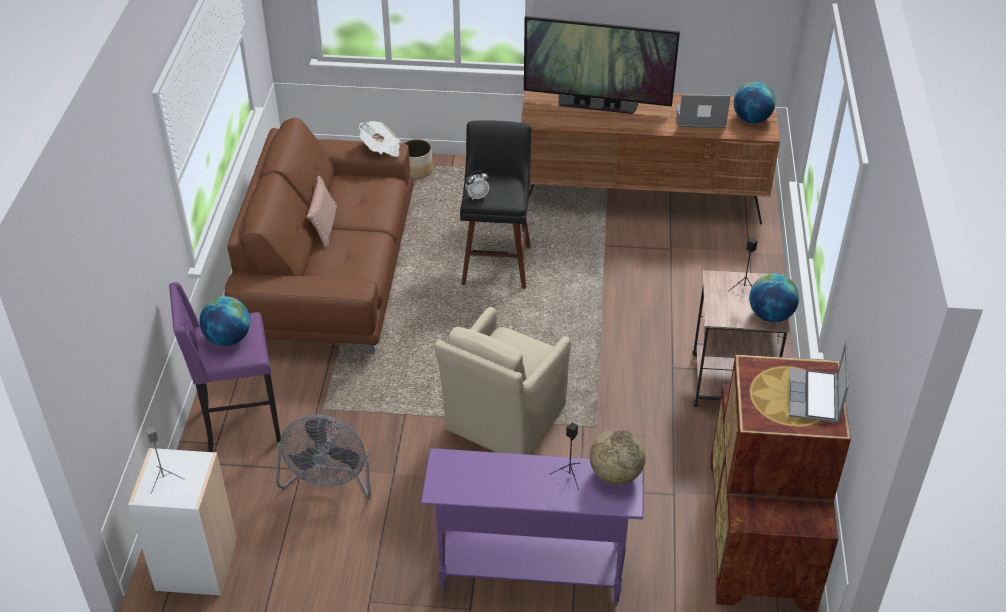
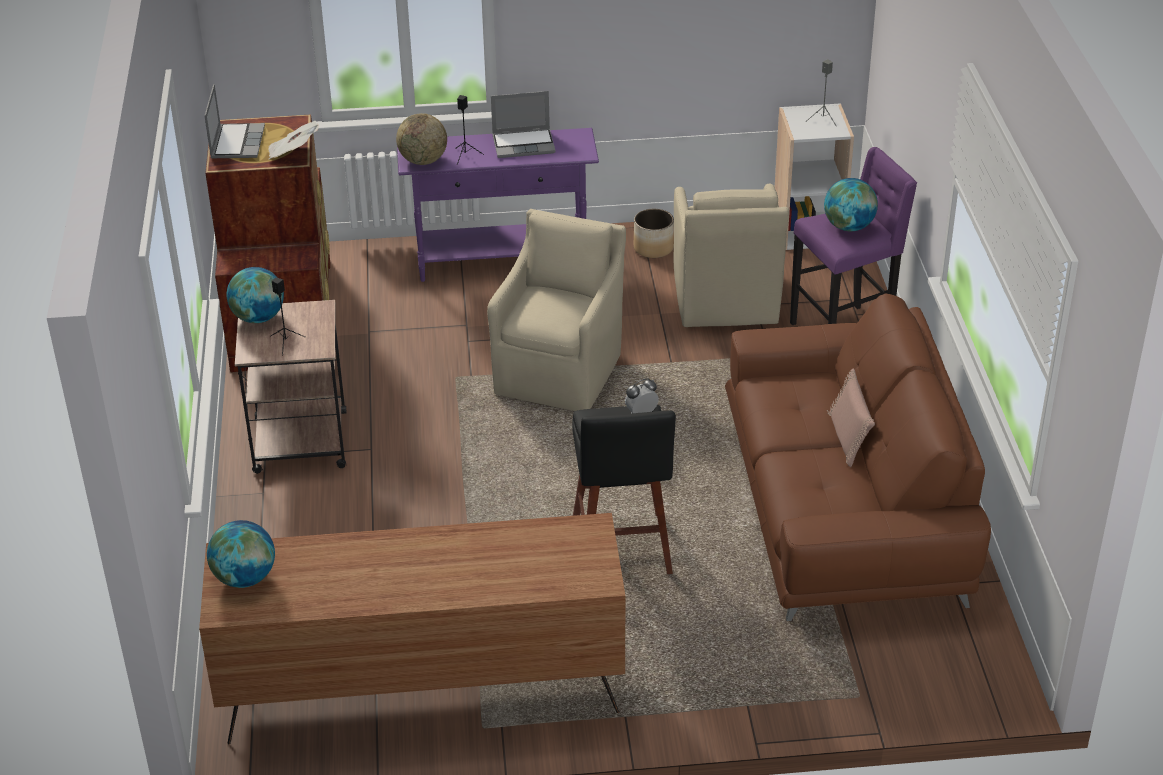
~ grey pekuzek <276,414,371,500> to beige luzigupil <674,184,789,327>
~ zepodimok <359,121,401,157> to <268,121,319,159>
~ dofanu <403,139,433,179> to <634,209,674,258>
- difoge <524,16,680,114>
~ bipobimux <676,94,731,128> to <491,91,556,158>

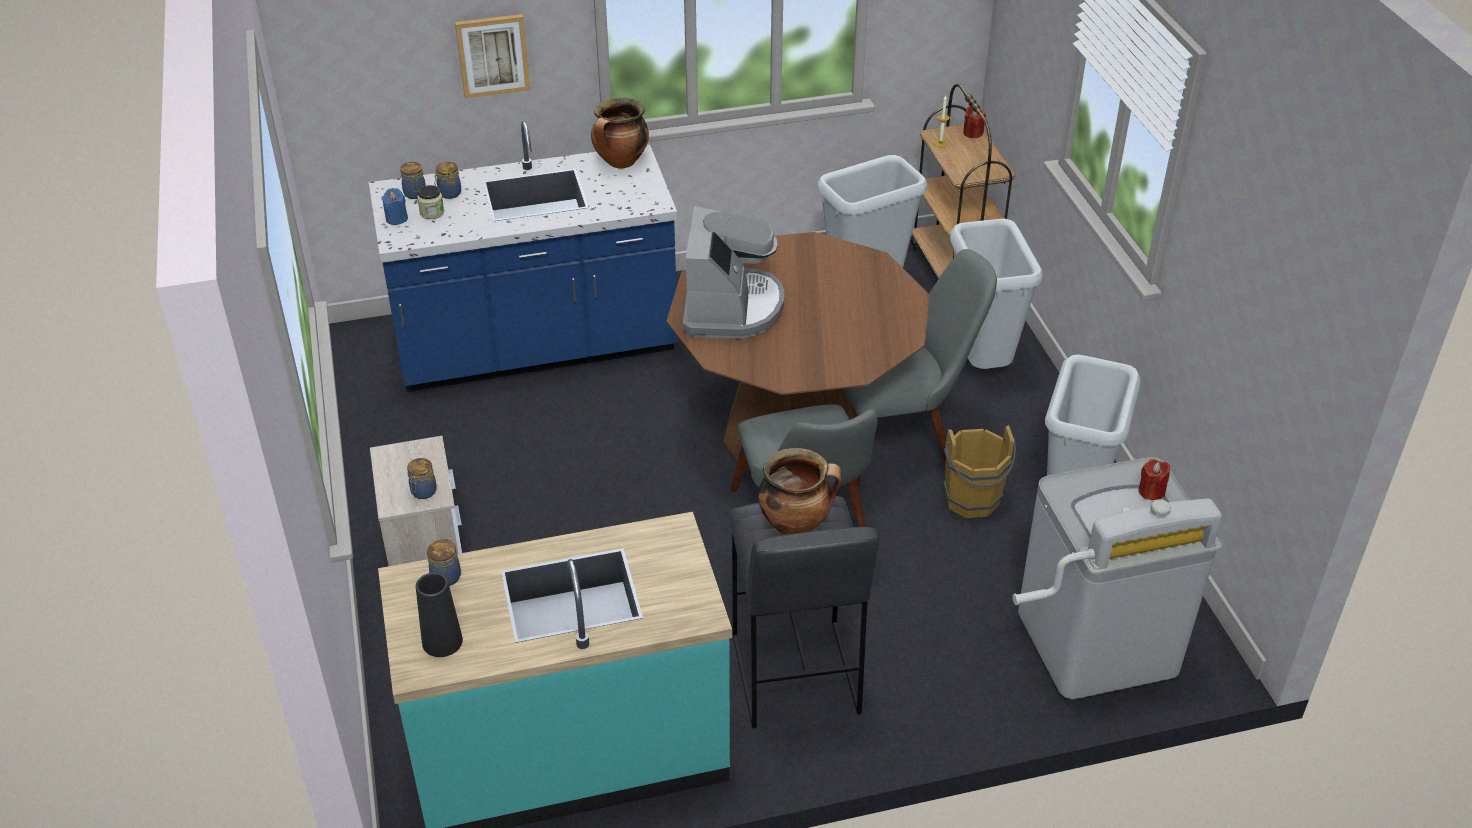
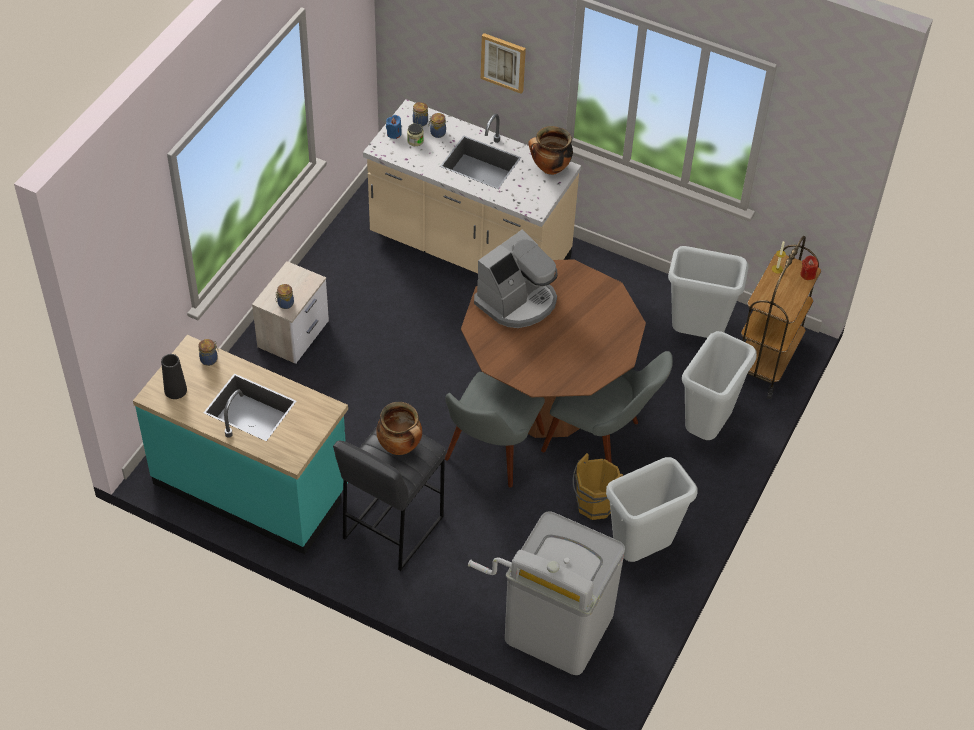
~ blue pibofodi <369,121,678,392> to beige pibofodi <363,99,581,273>
- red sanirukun <1138,459,1170,500>

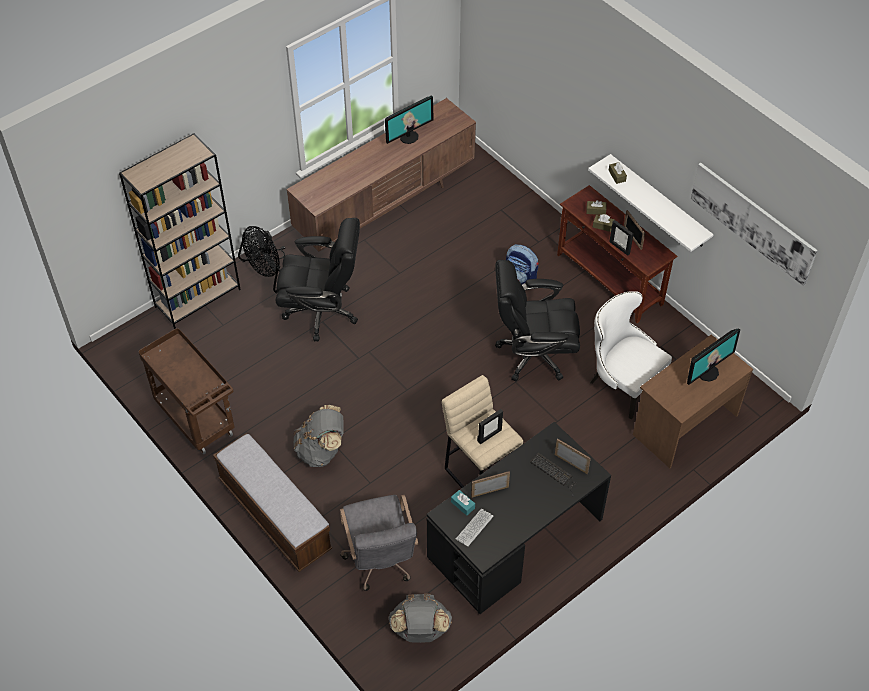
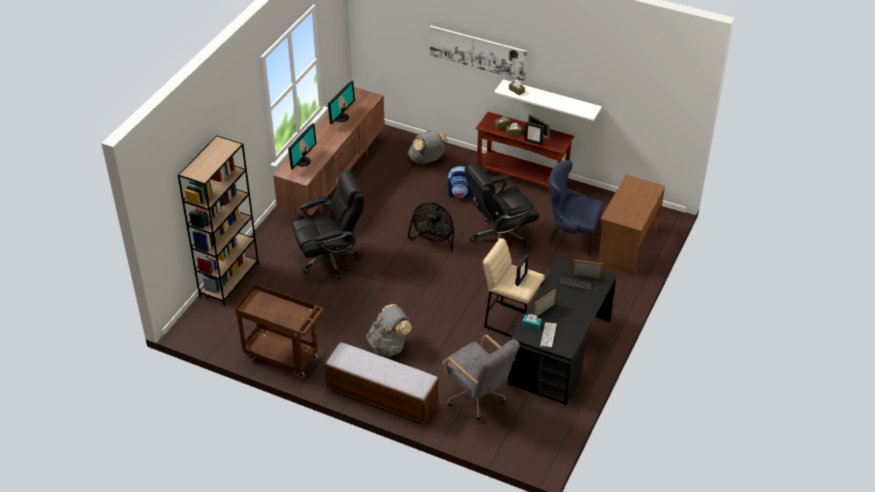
~ black pekuzek <238,226,286,293> to <408,202,455,252>
~ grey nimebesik <389,593,452,643> to <408,130,448,164>
~ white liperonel <590,291,672,419> to blue liperonel <549,160,603,255>
~ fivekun <687,328,740,385> to <288,123,317,170>
~ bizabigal <691,163,817,286> to <430,26,527,81>

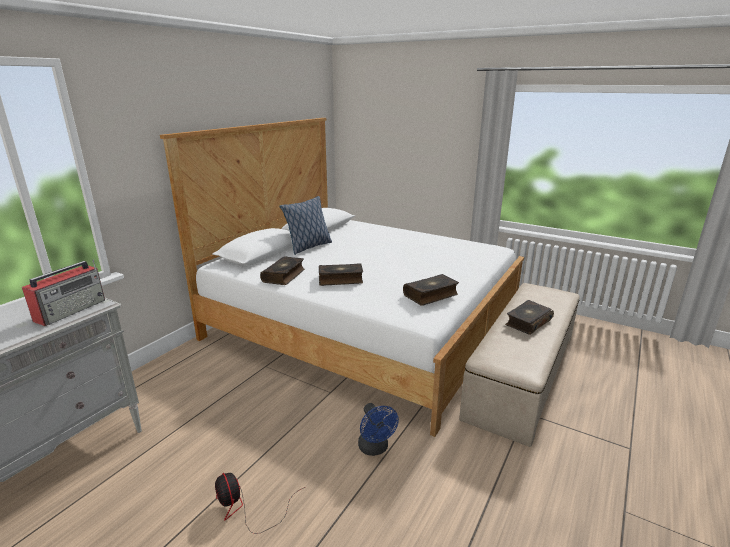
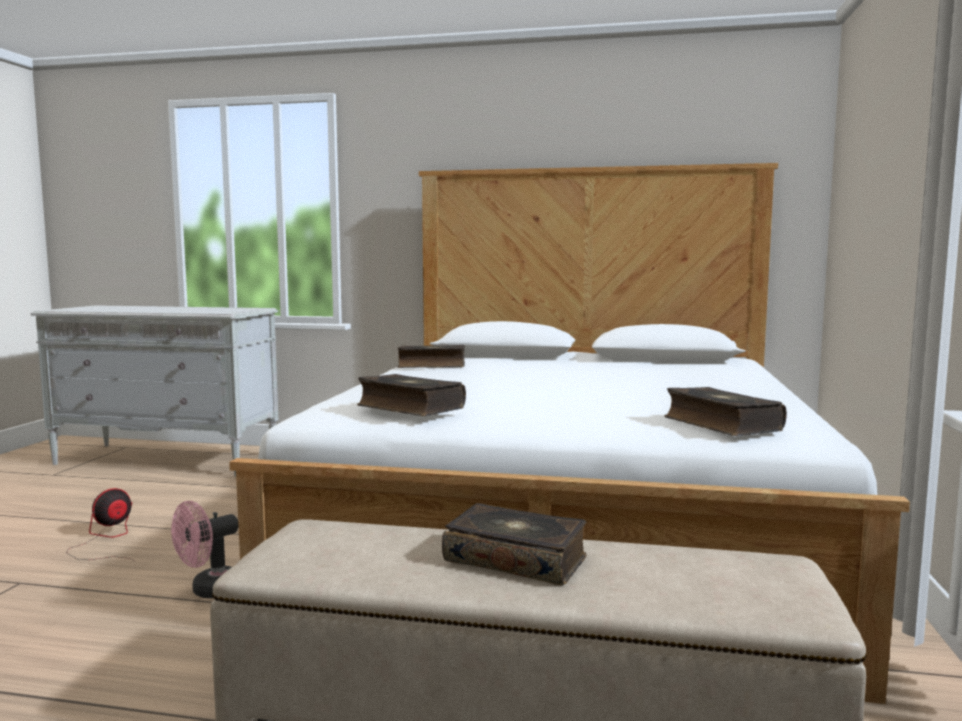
- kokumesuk <22,260,105,326>
- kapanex <280,196,332,255>
~ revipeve <319,263,363,286> to <665,387,787,436>
~ blue pekuzek <358,403,399,456> to pink pekuzek <171,501,239,598>

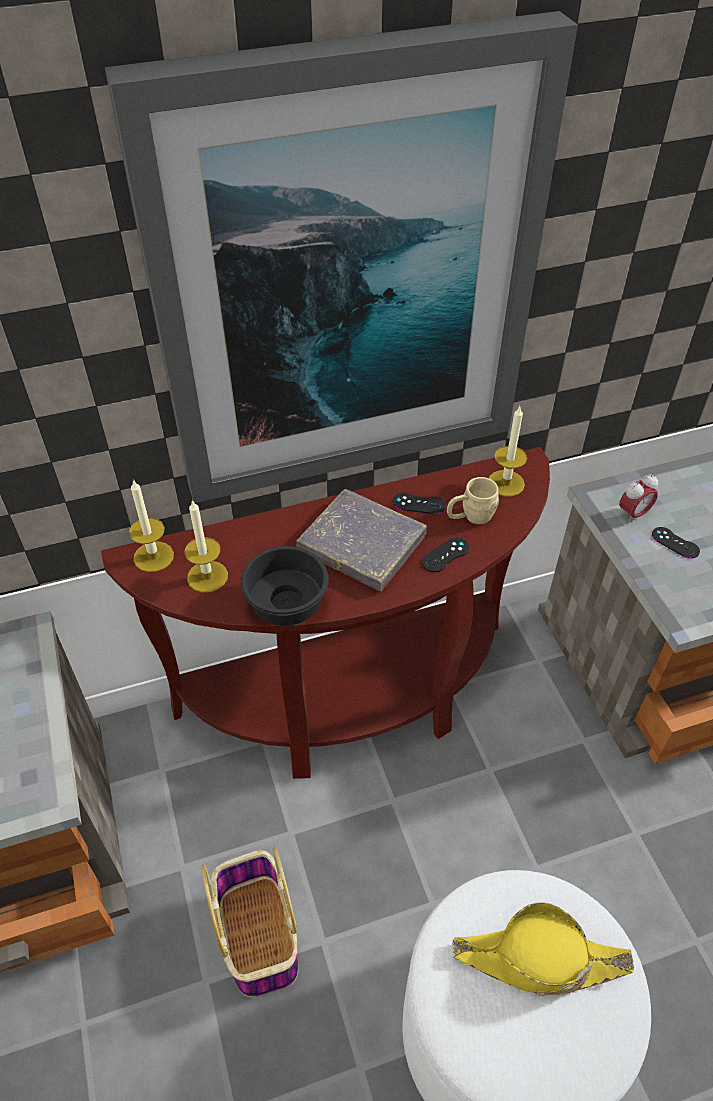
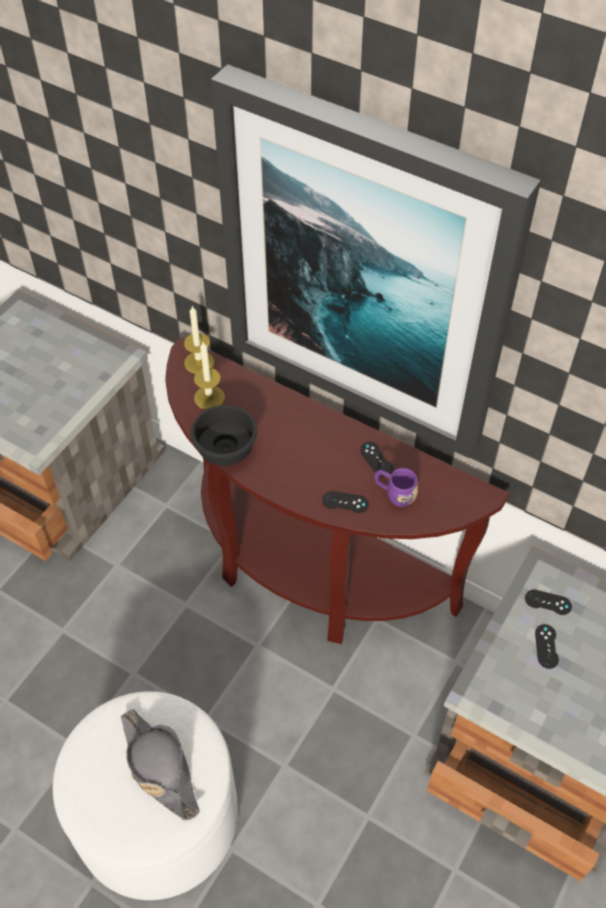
- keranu <202,846,298,998>
- grey revipeve <296,489,427,591>
~ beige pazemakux <447,477,499,524> to purple pazemakux <375,468,418,507>
~ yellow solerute <453,902,634,996> to grey solerute <121,709,200,820>
- sanirukun <489,406,527,497>
~ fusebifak <619,474,658,523> to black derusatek <525,589,572,615>

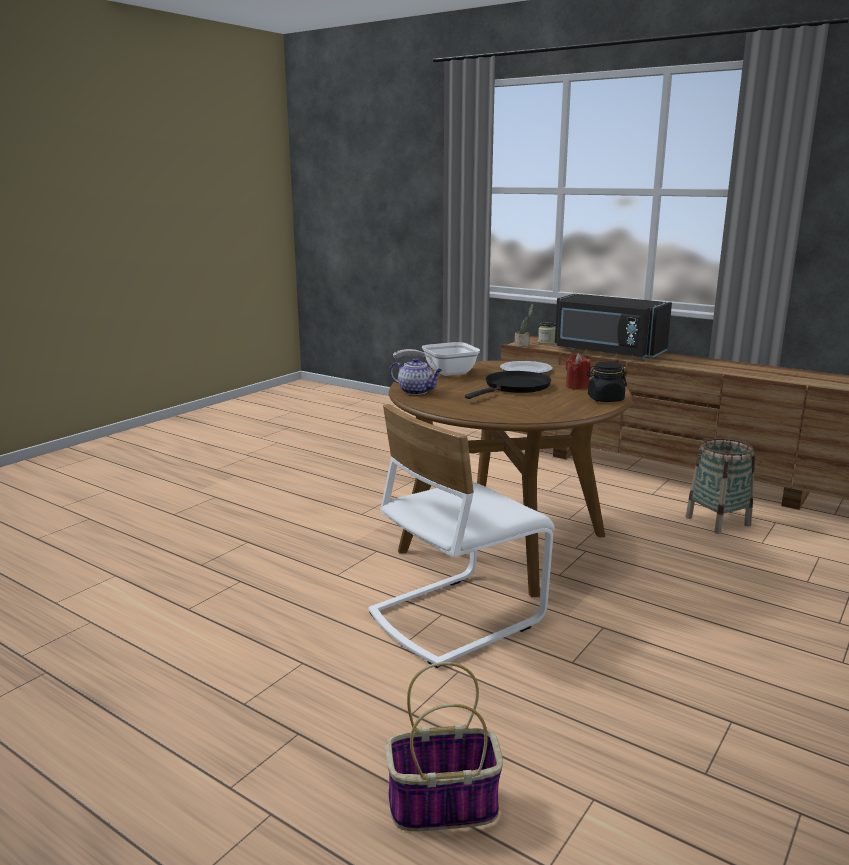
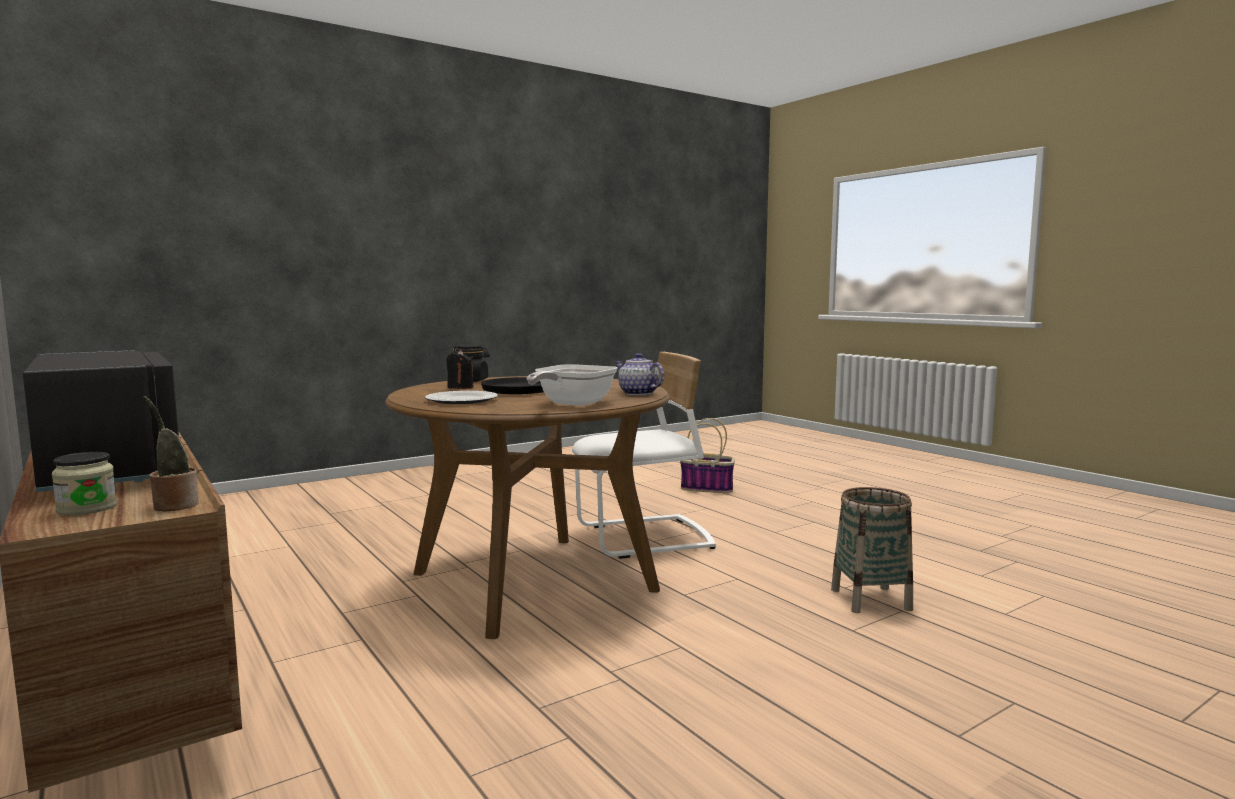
~ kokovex <393,342,480,376> = <527,364,618,406> 120 degrees clockwise
~ red sanirukun <566,353,591,390> to black sanirukun <446,350,473,389>
~ keranu <685,438,755,534> to <831,487,913,613>

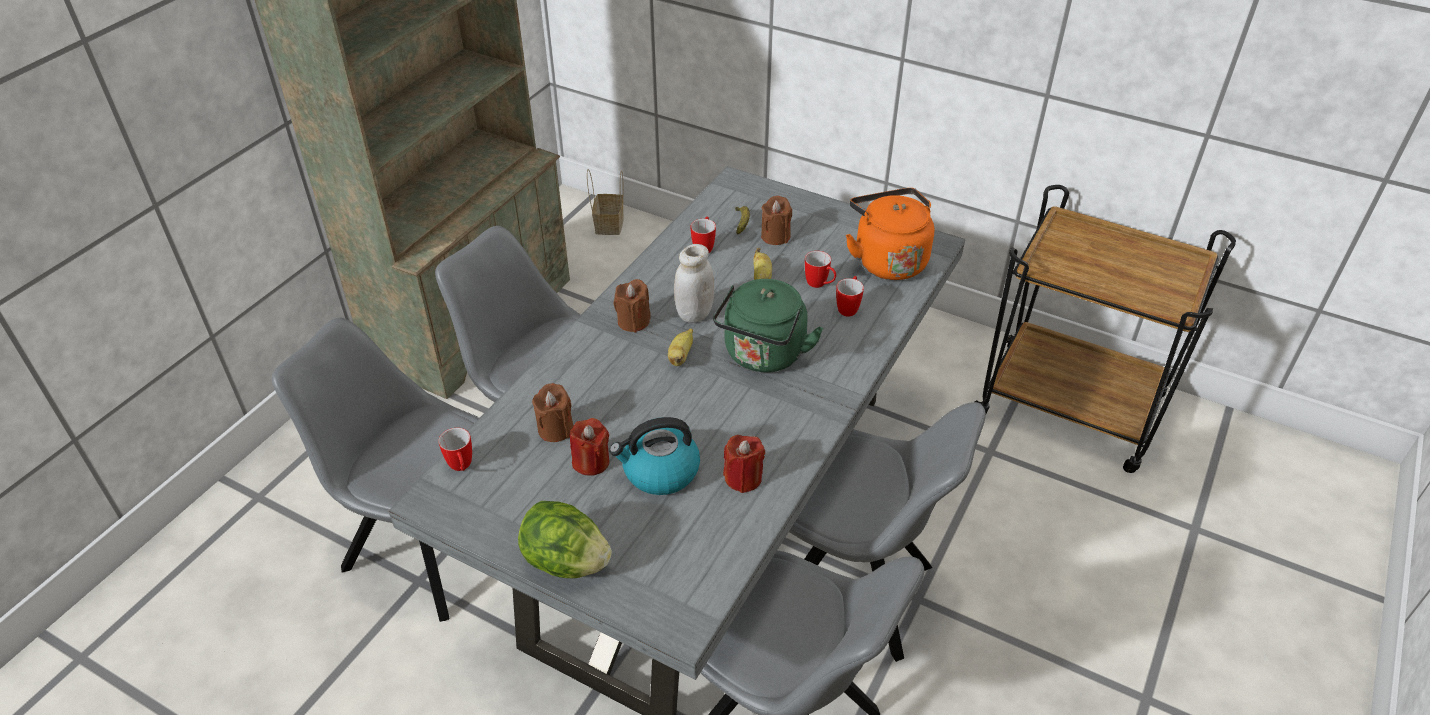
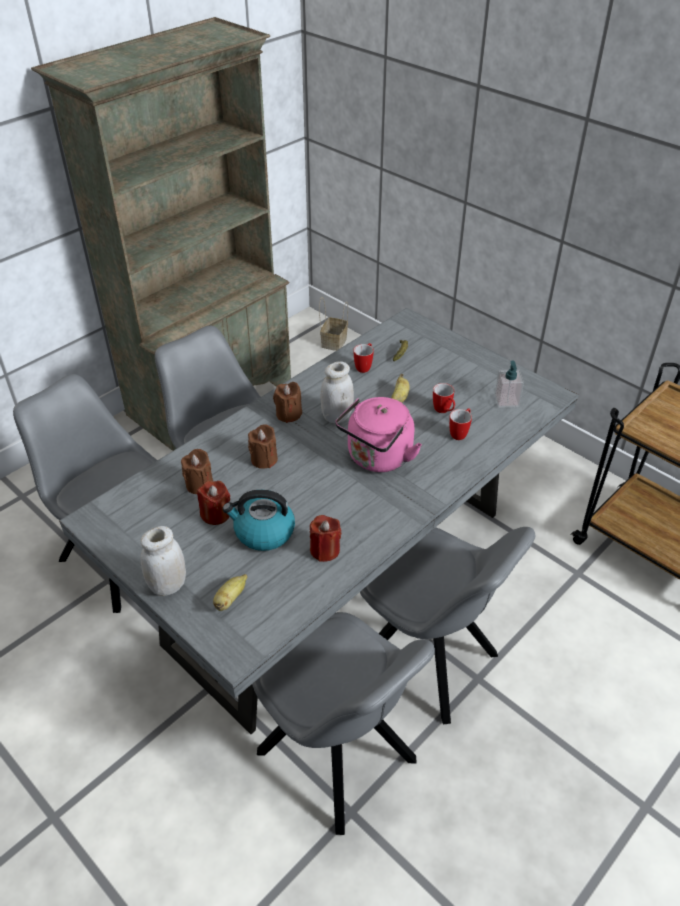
- pazemakux <438,428,472,471>
~ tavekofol <518,501,612,578> to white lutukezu <141,526,186,596>
~ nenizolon <668,328,693,366> to <213,574,247,611>
~ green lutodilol <713,279,823,372> to pink lutodilol <335,397,422,472>
~ brown sanirukun <761,196,792,245> to <248,424,278,469>
~ orange lutodilol <846,188,934,280> to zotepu <495,360,524,408>

